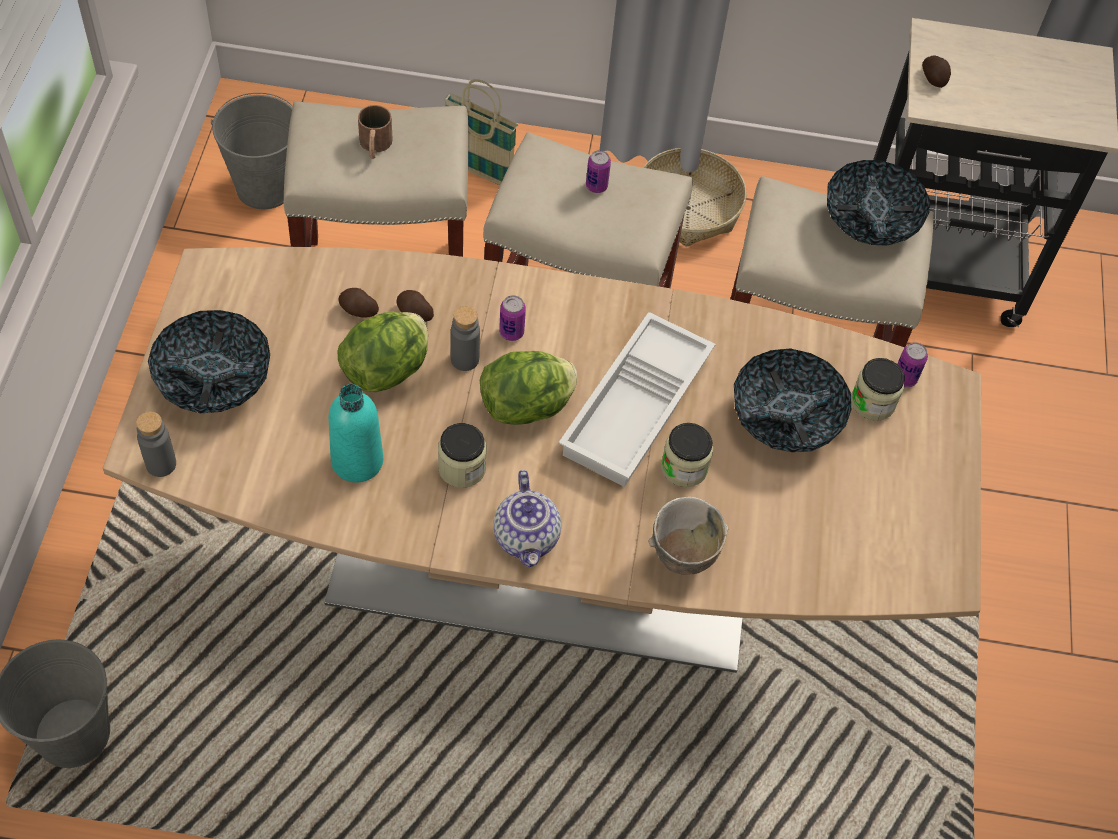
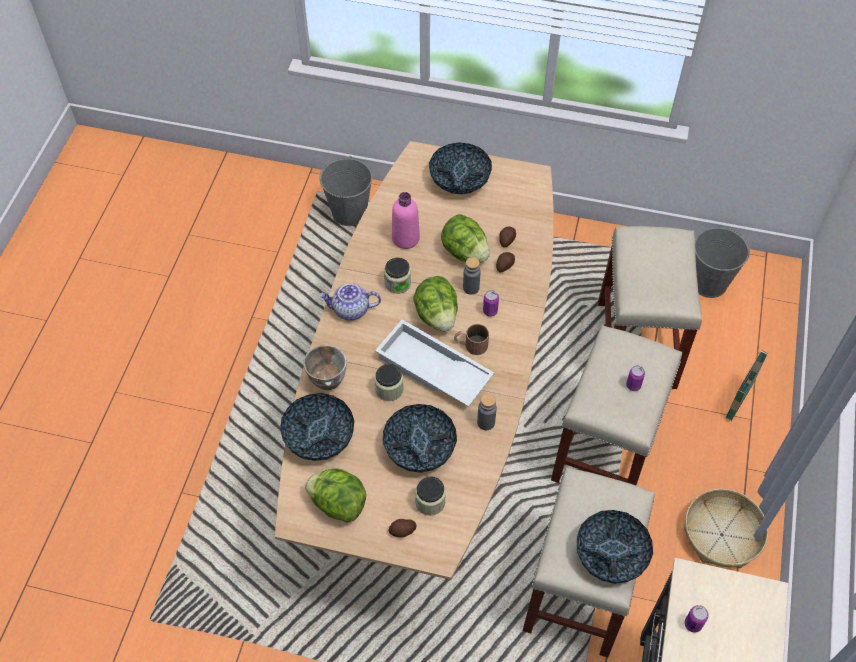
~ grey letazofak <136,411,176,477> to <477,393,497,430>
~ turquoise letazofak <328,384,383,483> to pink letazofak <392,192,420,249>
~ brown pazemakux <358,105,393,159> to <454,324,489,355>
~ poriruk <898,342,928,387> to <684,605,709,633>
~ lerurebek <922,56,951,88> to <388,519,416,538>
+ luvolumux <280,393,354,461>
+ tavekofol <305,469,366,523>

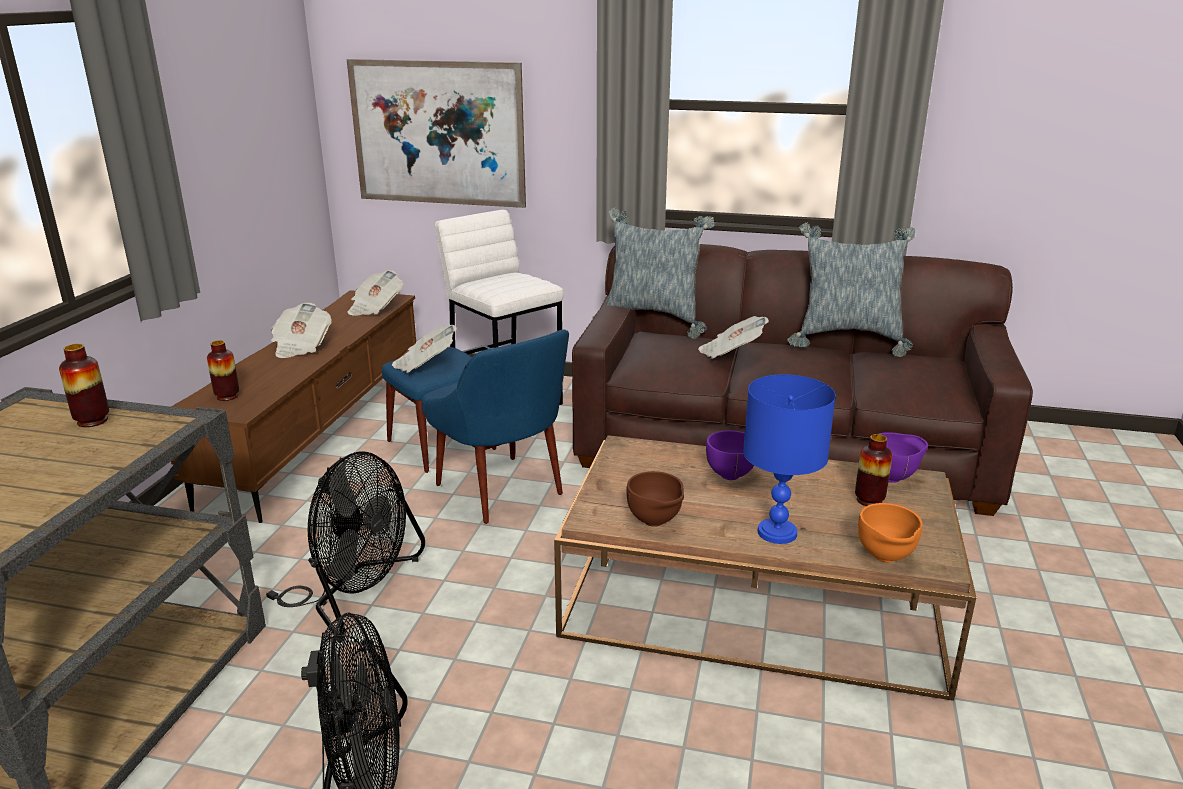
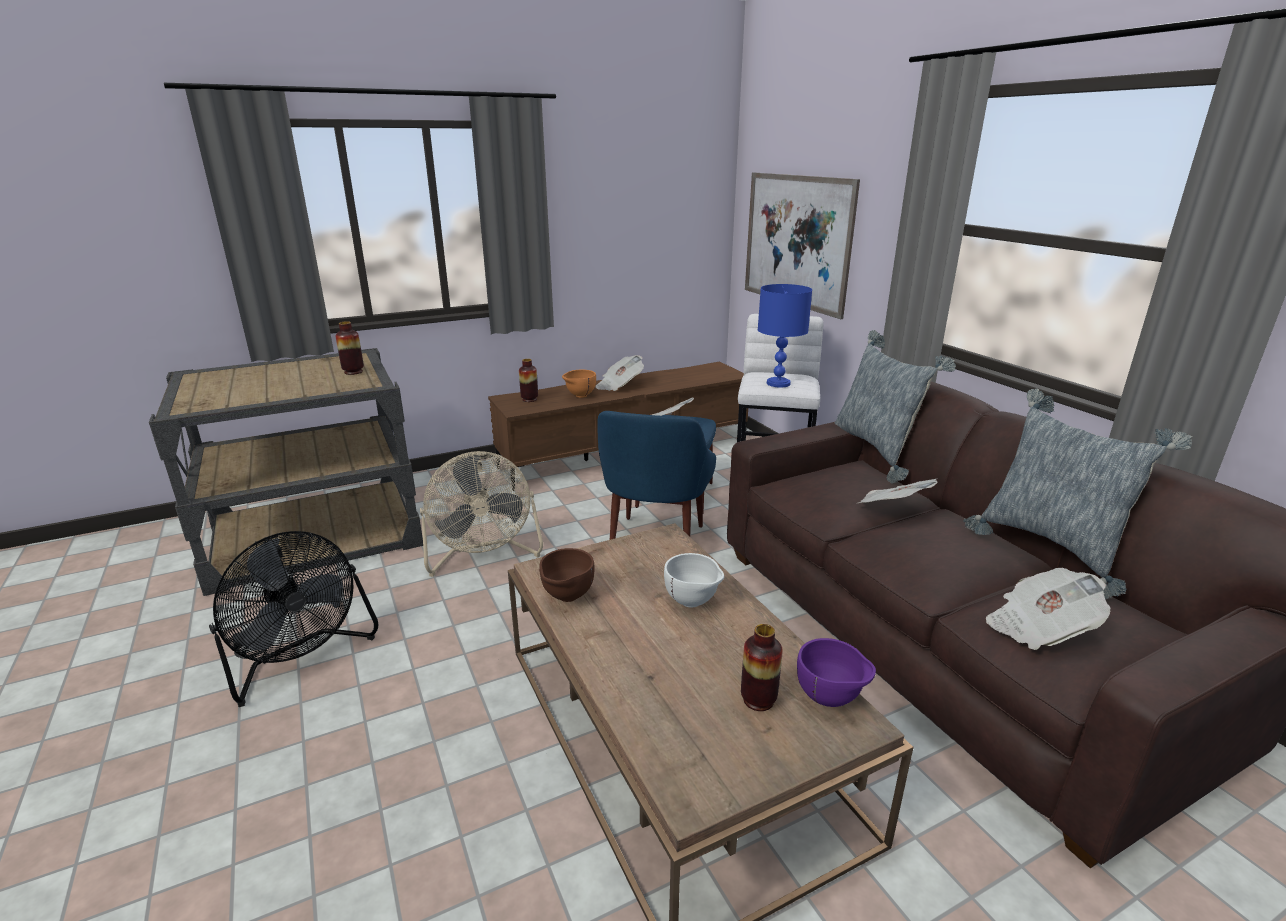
~ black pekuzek <266,451,425,643> to beige pekuzek <420,451,543,577>
~ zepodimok <347,270,403,316> to <986,568,1110,650>
~ purple luvolumux <706,430,754,480> to white luvolumux <664,553,724,608>
~ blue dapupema <743,374,836,544> to <758,284,812,388>
~ orange luvolumux <858,503,922,562> to <562,370,596,398>

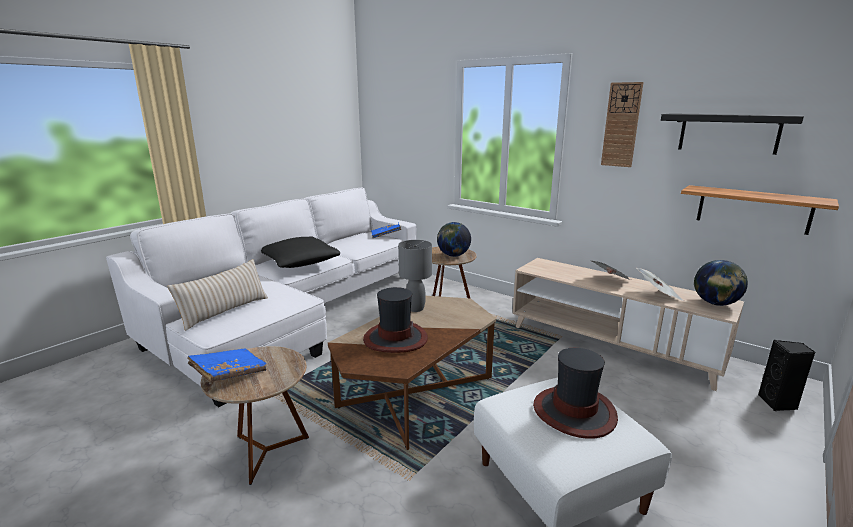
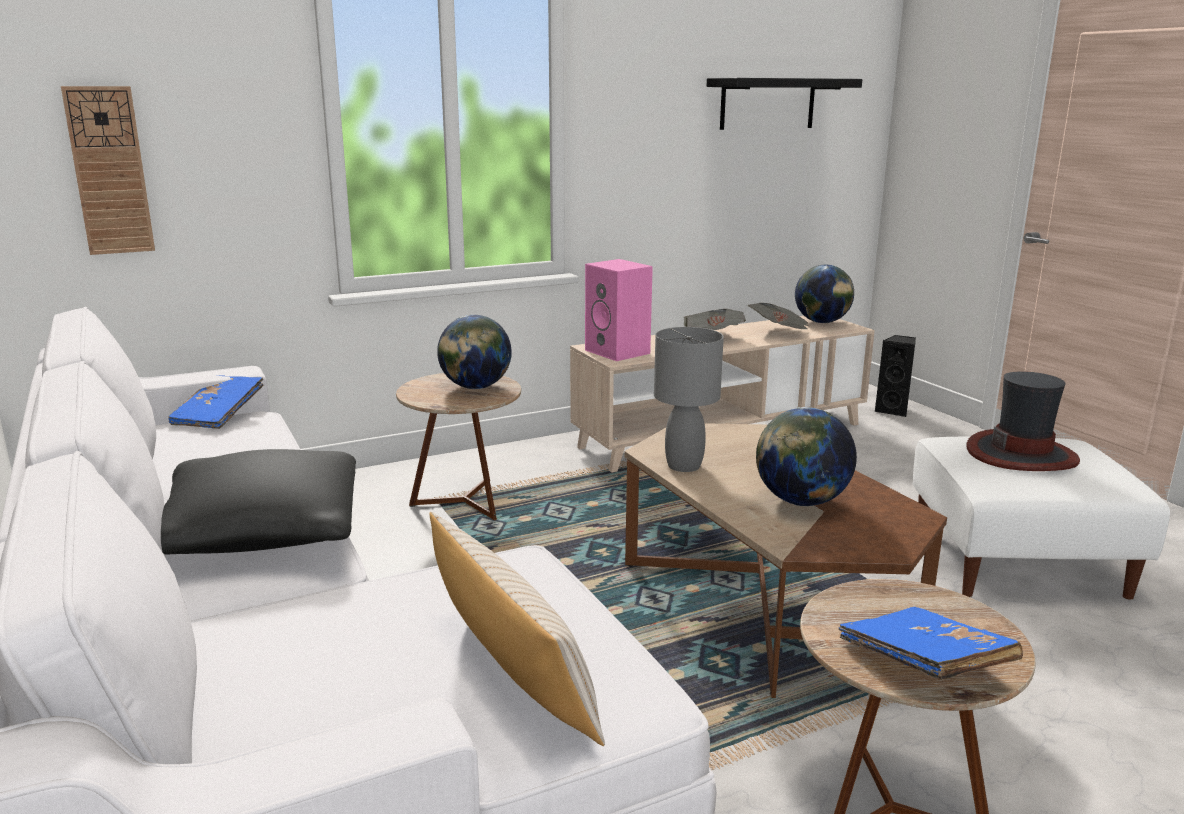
~ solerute <363,287,428,353> to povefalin <756,407,857,506>
~ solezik <601,82,644,167> to <61,86,155,255>
- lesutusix <681,185,839,235>
+ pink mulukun <585,259,653,361>

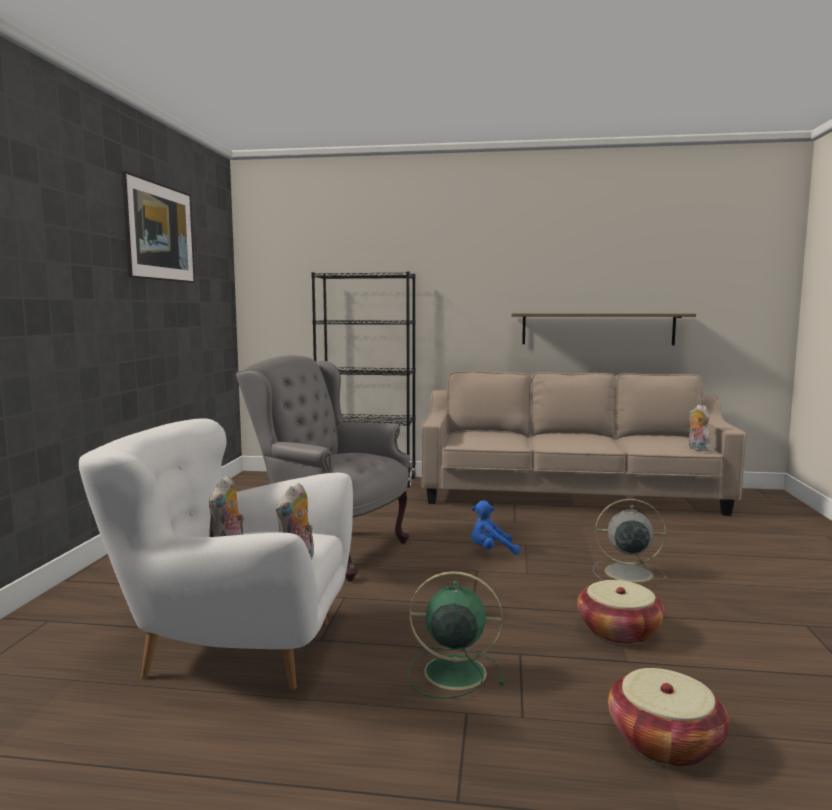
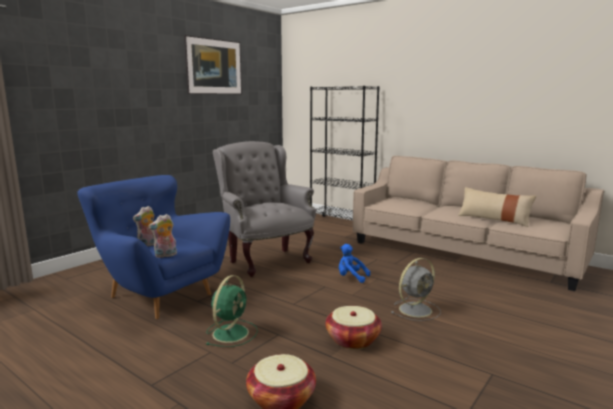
~ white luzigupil <79,418,353,690> to blue luzigupil <77,175,230,319>
~ green pekuzek <408,571,504,699> = <206,275,258,347> 75 degrees clockwise
- lesutusix <511,313,696,345>
~ grey pekuzek <593,499,668,585> = <391,258,441,321> 105 degrees clockwise
- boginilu <689,405,711,451>
+ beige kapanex <458,187,536,227>

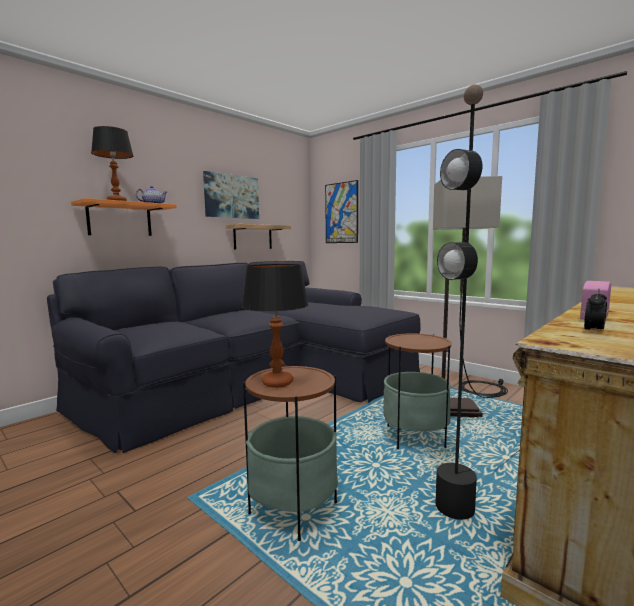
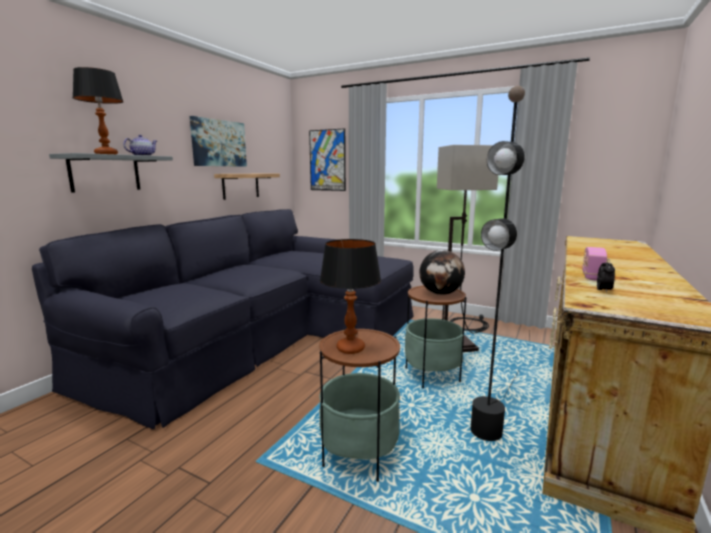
~ orange lesutusix <71,198,177,236> to grey lesutusix <49,153,173,193>
+ povefalin <419,250,465,295>

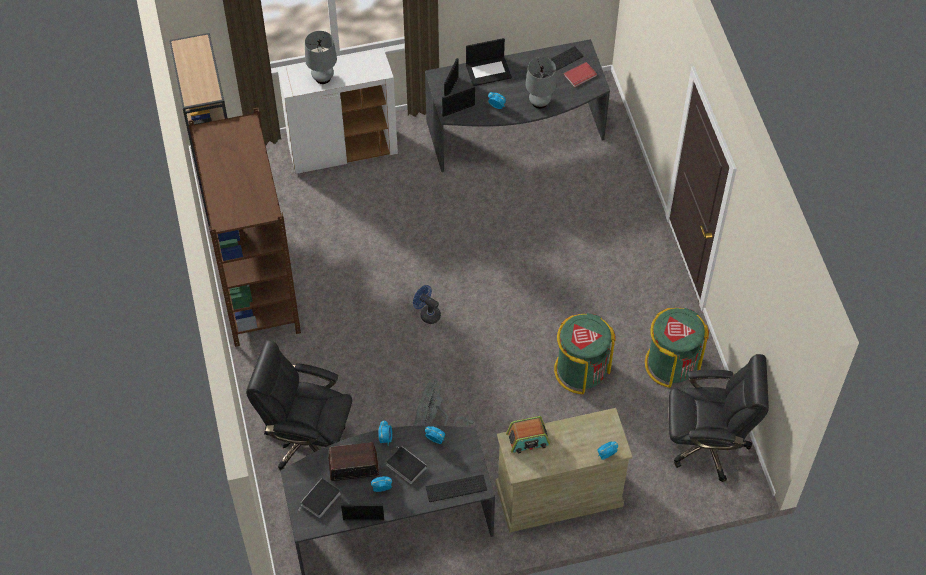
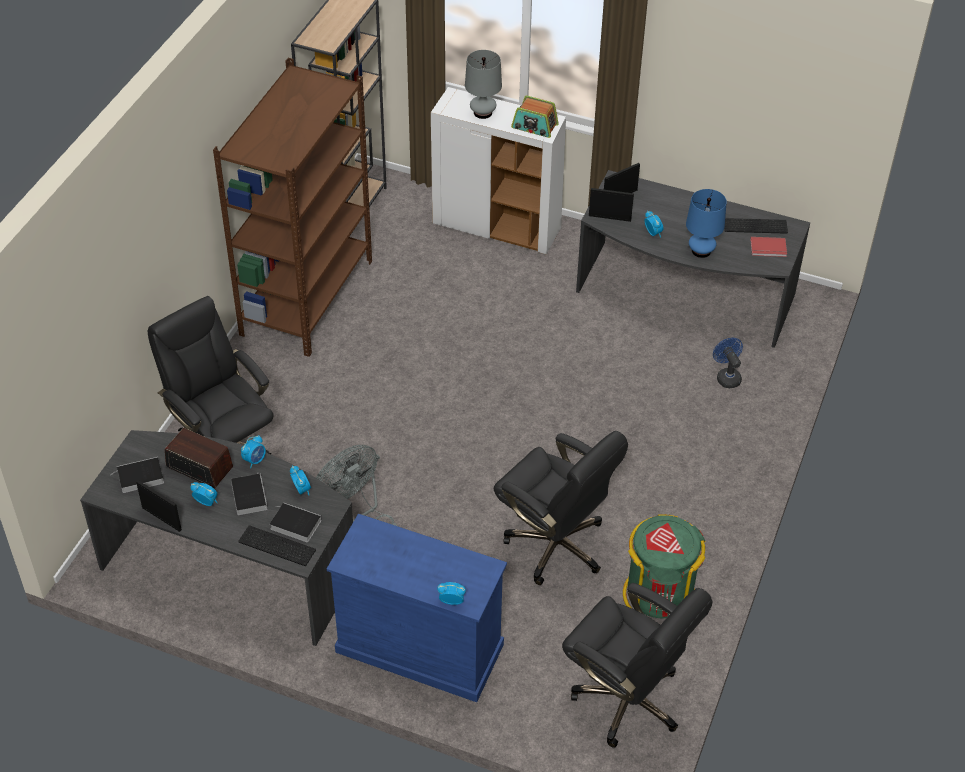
~ blue pekuzek <413,285,441,324> to <713,338,743,388>
- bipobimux <466,38,512,86>
~ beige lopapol <496,408,633,532> to blue lopapol <327,514,507,702>
~ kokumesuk <506,416,550,453> to <511,96,559,138>
~ grey dapupema <525,57,556,109> to blue dapupema <686,189,727,258>
~ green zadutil <554,313,616,394> to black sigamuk <494,431,628,585>
+ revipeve <270,502,322,542>

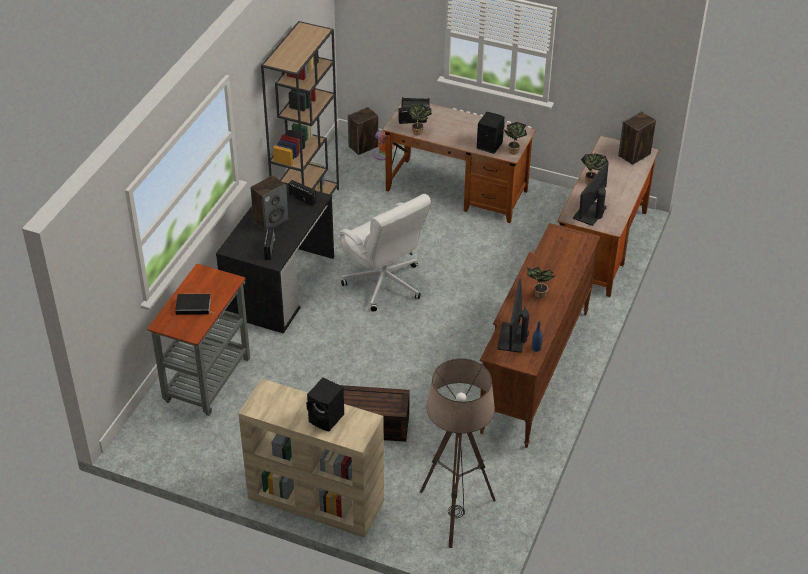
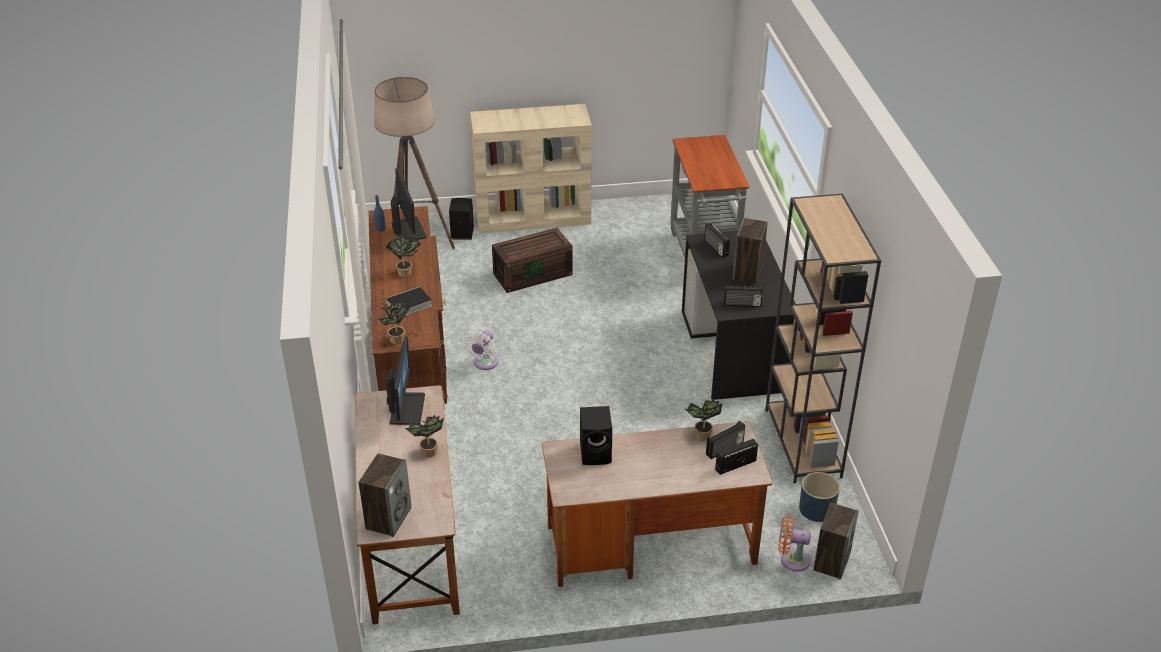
~ revipeve <175,294,216,315> to <383,287,432,315>
~ black mulukun <306,378,344,431> to <449,198,474,240>
- white sigamuk <337,194,431,312>
~ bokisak <504,122,527,155> to <378,301,410,345>
+ white pekuzek <465,331,498,370>
+ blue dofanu <799,472,840,522>

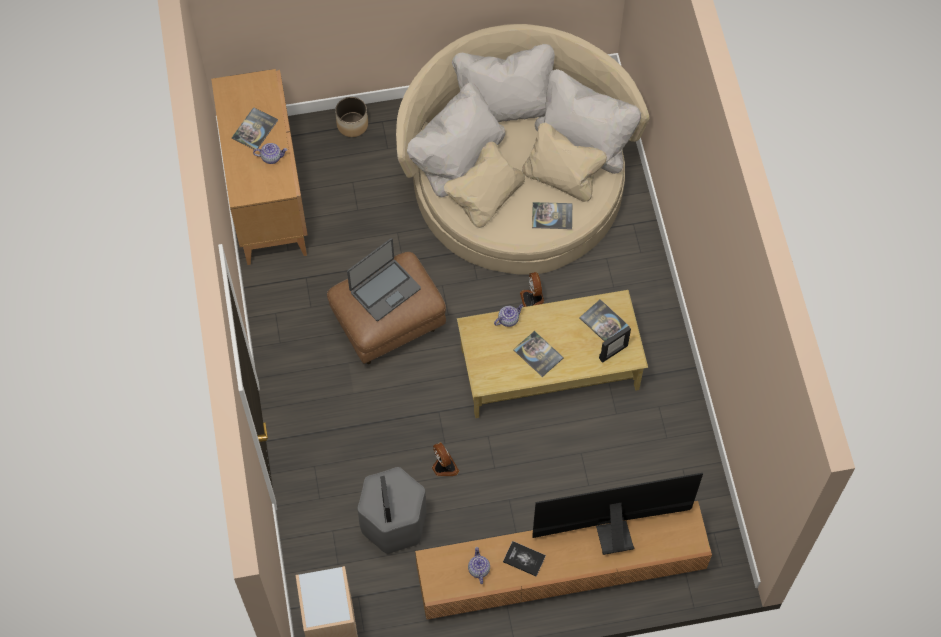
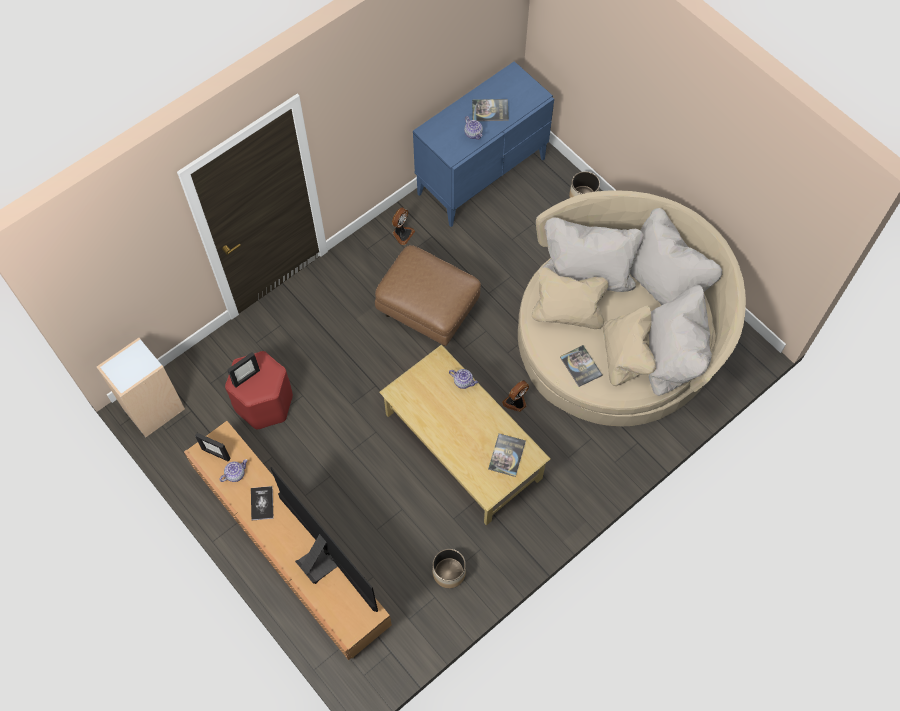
~ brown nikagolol <211,69,308,265> to blue nikagolol <413,61,554,227>
- bipobimux <347,238,421,321>
~ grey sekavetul <357,467,427,554> to red sekavetul <225,351,293,430>
~ pekuzek <432,442,459,476> to <392,207,415,245>
- revipeve <513,331,564,377>
~ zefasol <599,326,631,363> to <195,433,230,462>
+ dofanu <433,549,466,588>

